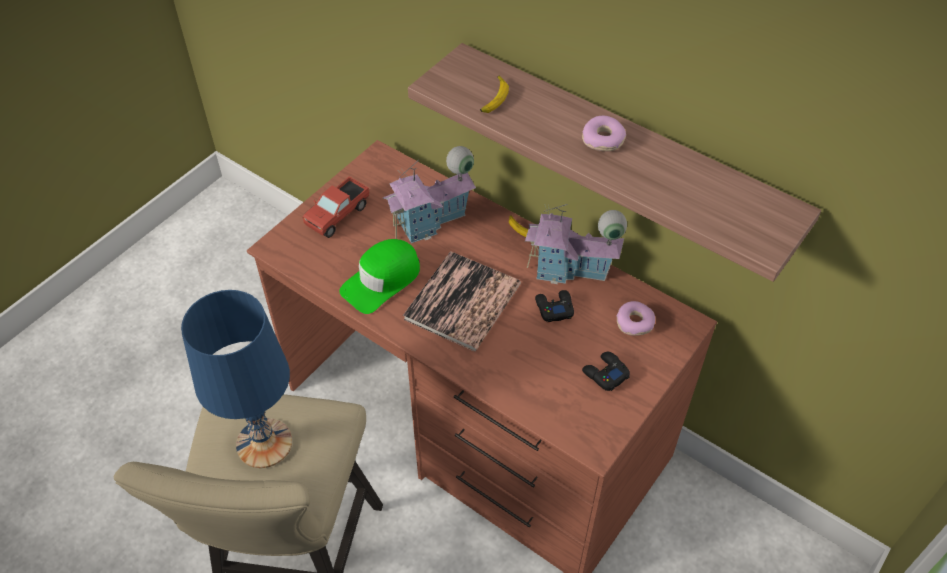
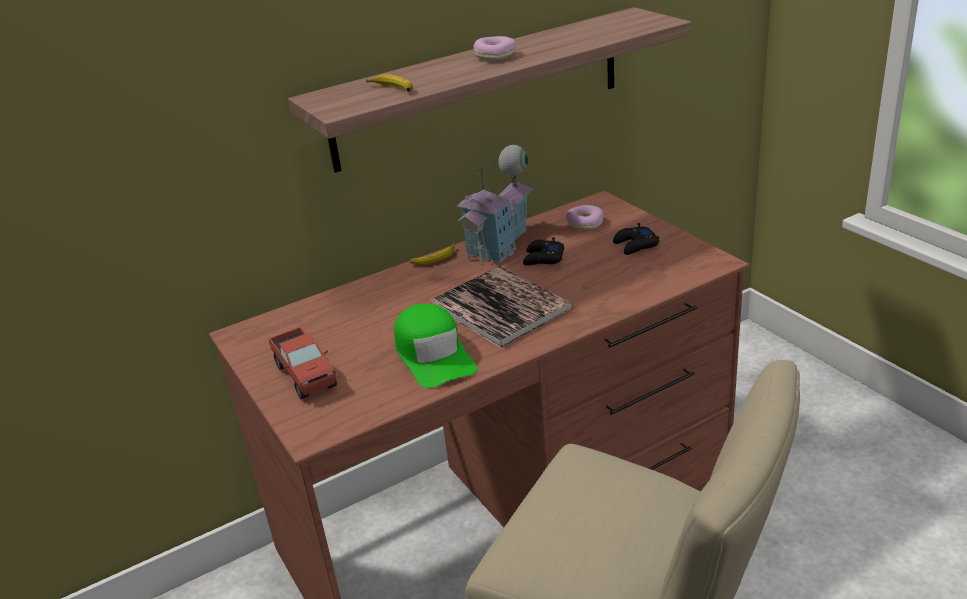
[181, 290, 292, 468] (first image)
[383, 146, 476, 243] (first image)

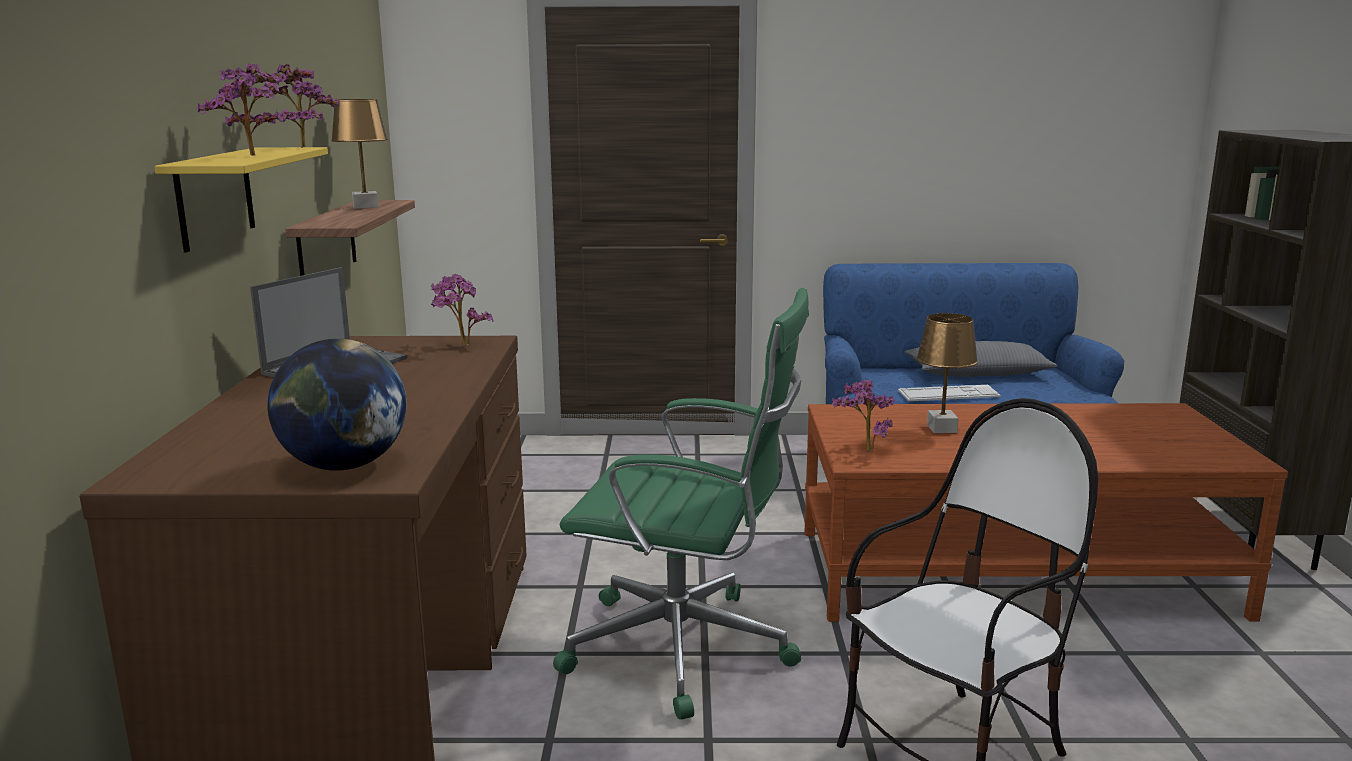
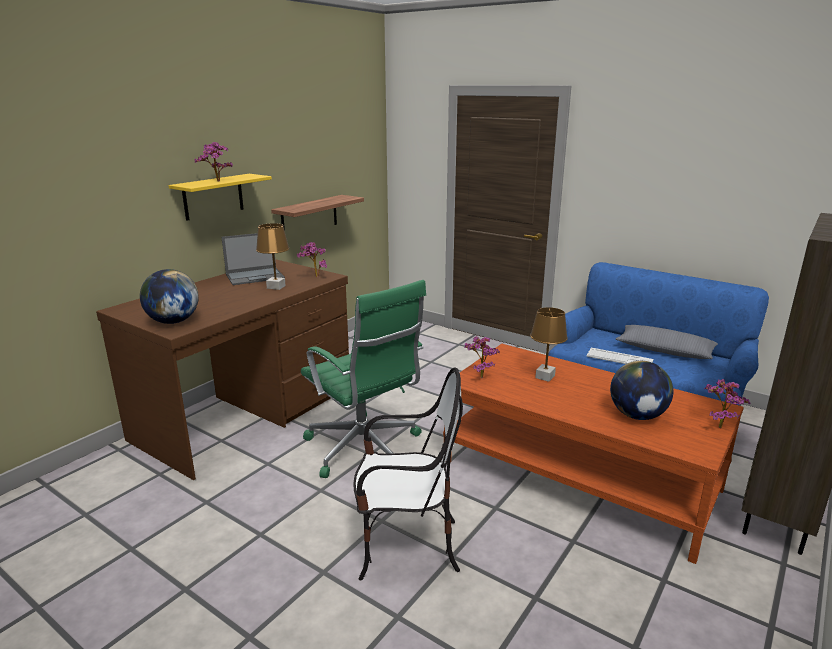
[610, 361, 673, 420]
[704, 379, 750, 428]
[256, 223, 289, 290]

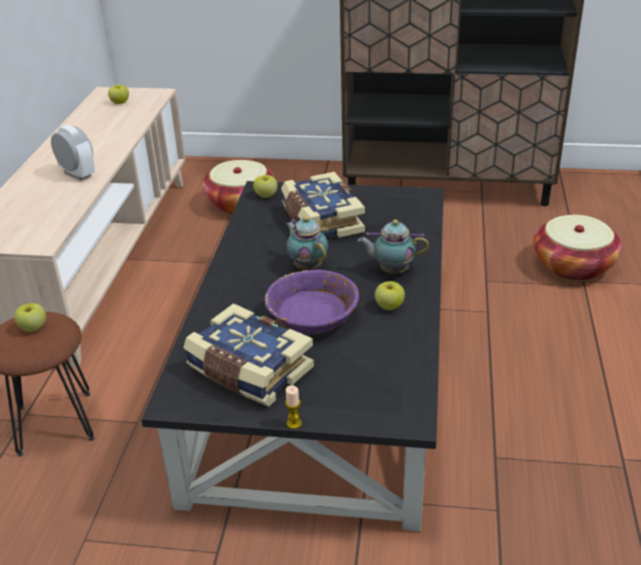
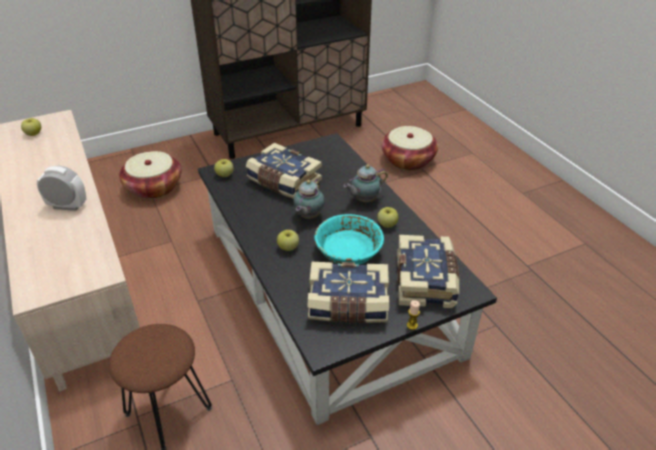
[397, 235, 460, 308]
[277, 230, 299, 251]
[314, 214, 384, 265]
[294, 179, 325, 219]

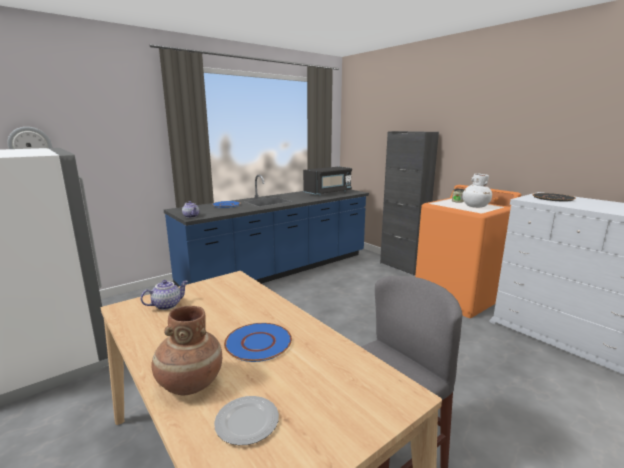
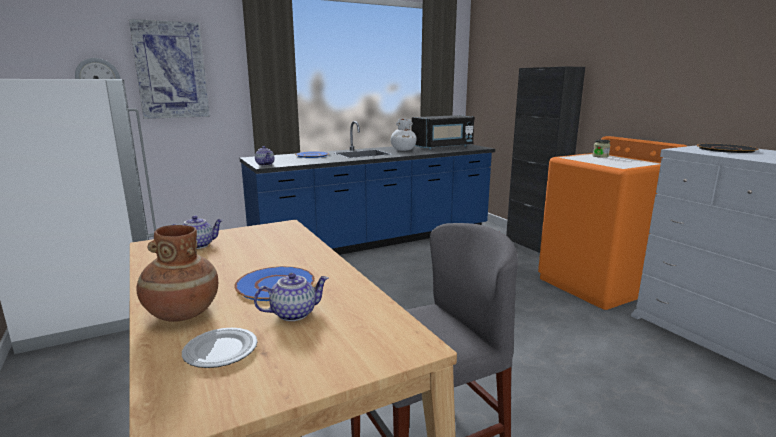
[129, 19, 210, 119]
[254, 273, 328, 321]
[391, 118, 417, 151]

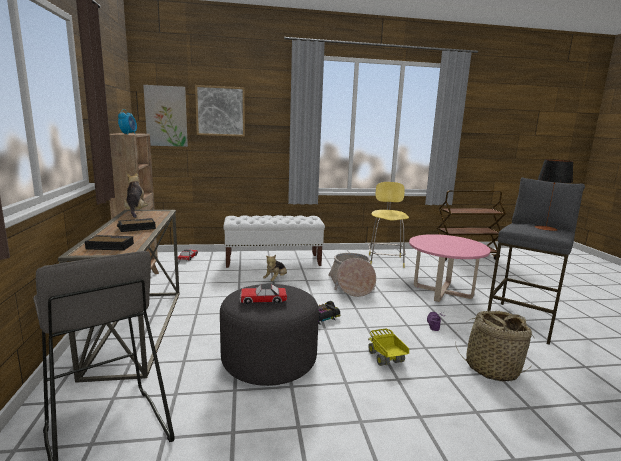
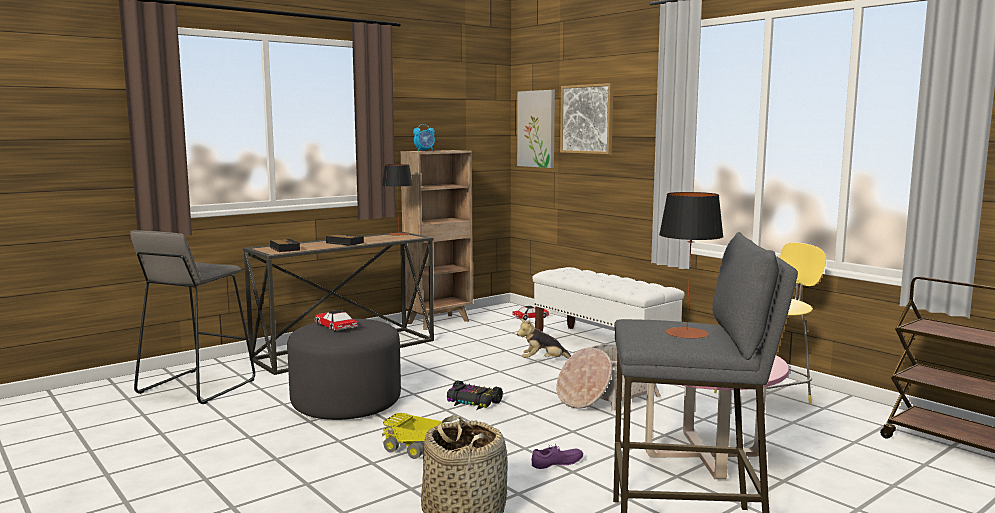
[382, 164, 413, 236]
[382, 413, 445, 459]

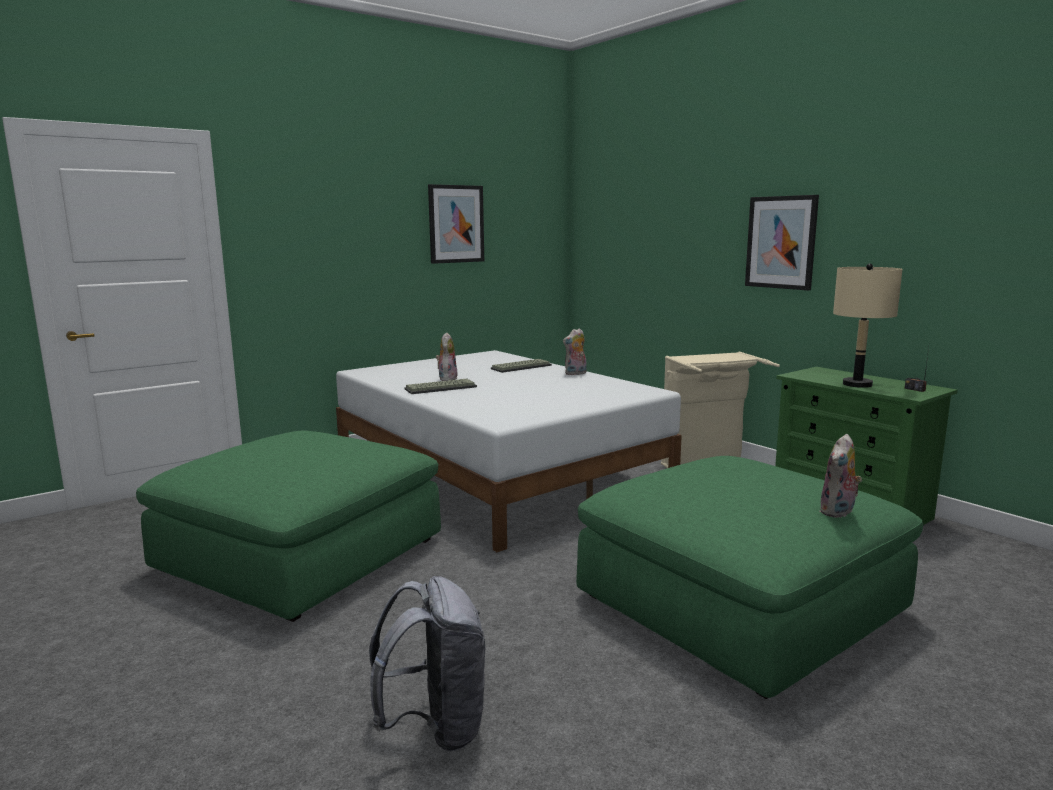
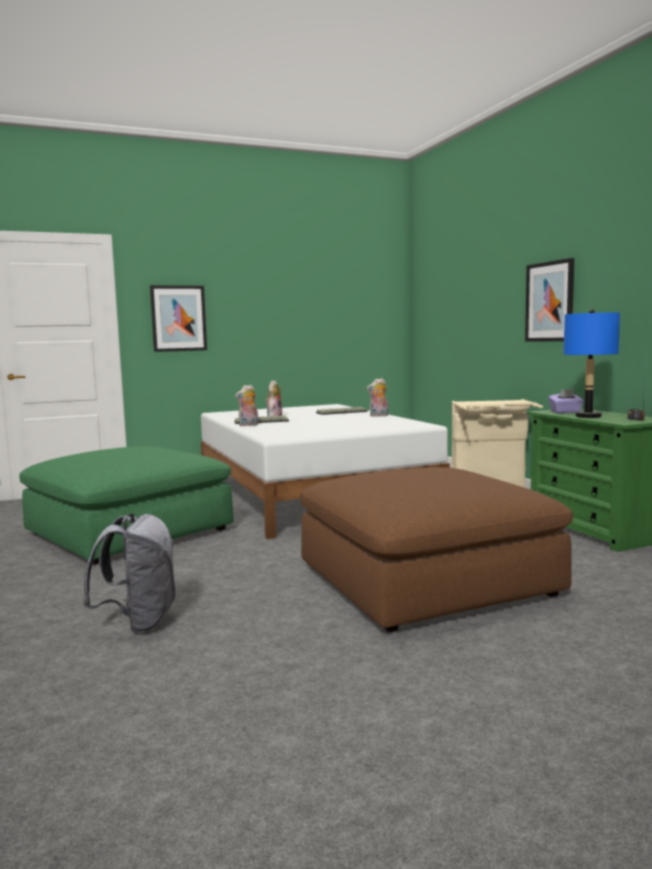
[548, 389, 584, 413]
[150, 285, 207, 352]
[235, 385, 258, 426]
[300, 467, 573, 632]
[563, 309, 620, 418]

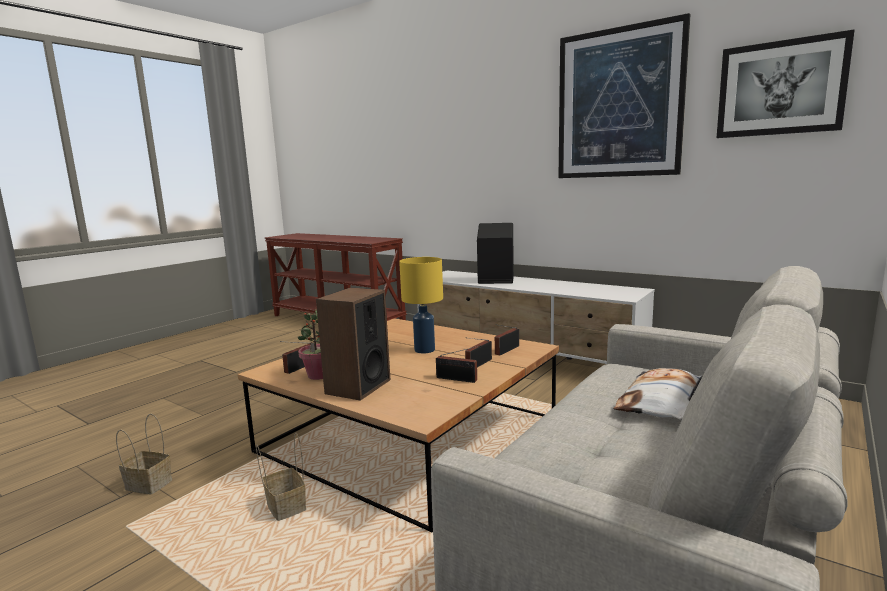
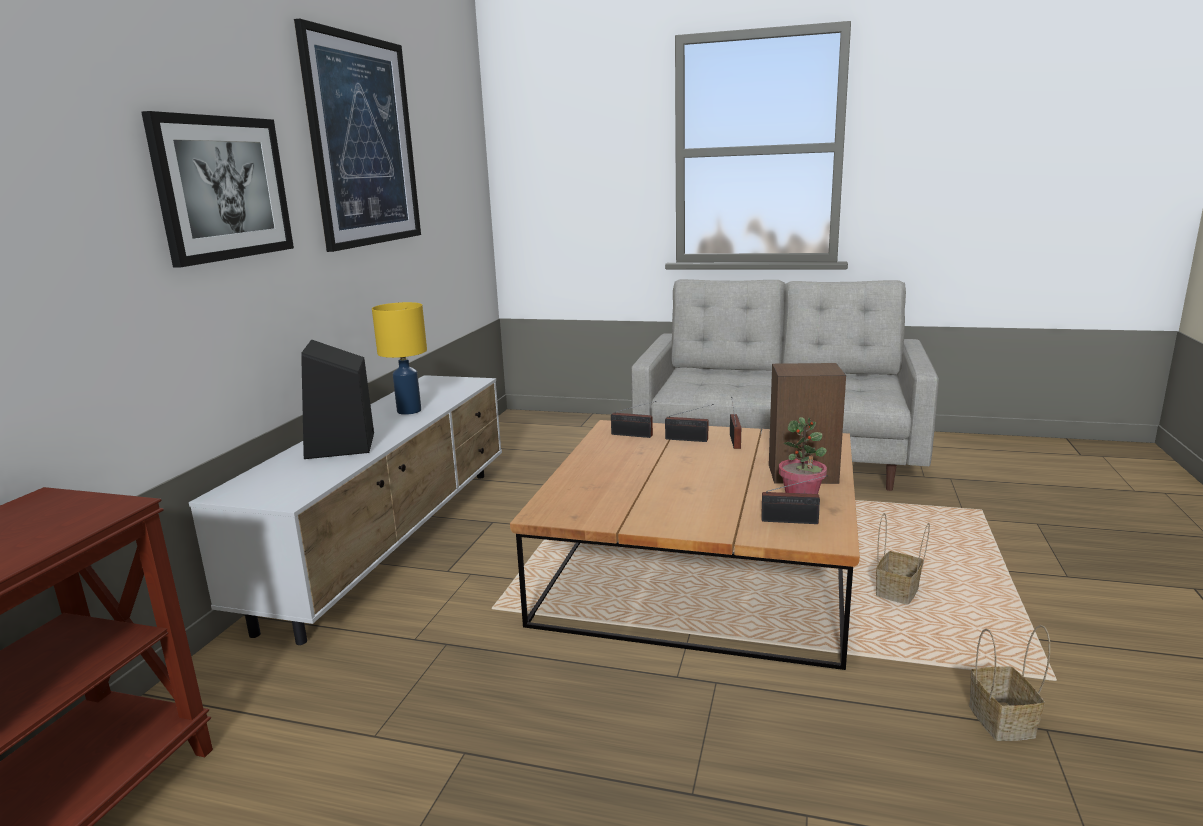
[613, 368, 703, 420] (first image)
[372, 302, 427, 415]
[141, 111, 294, 267]

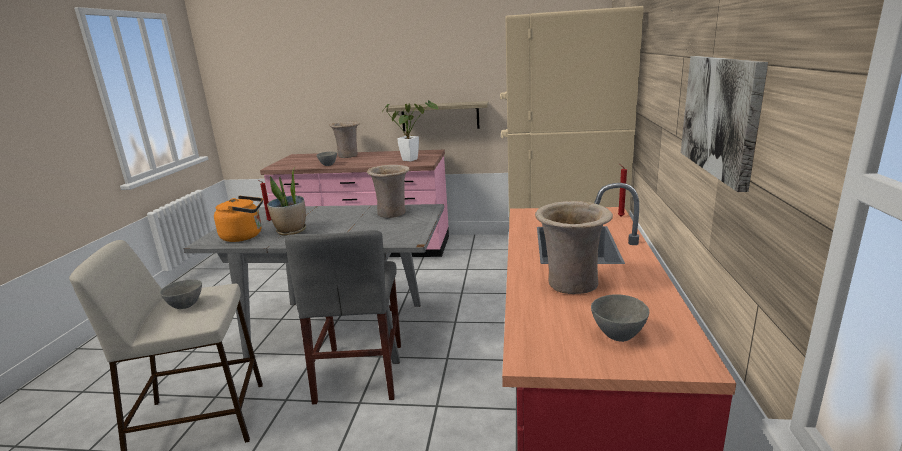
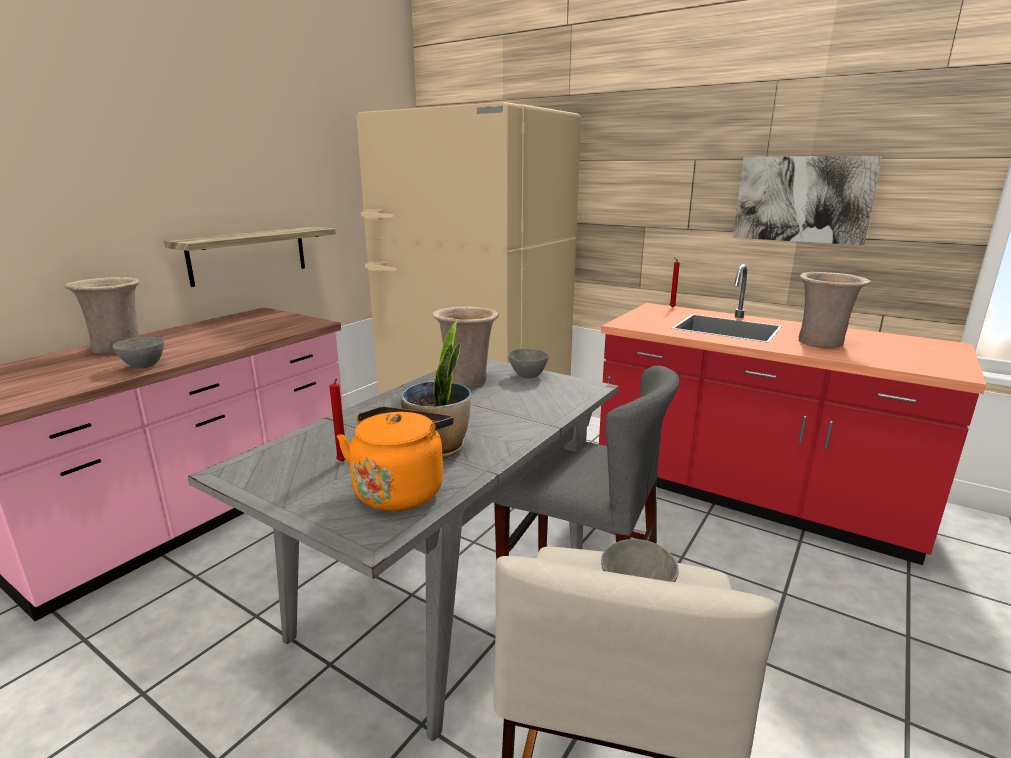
[382, 100, 438, 161] (first image)
[508, 349, 549, 378]

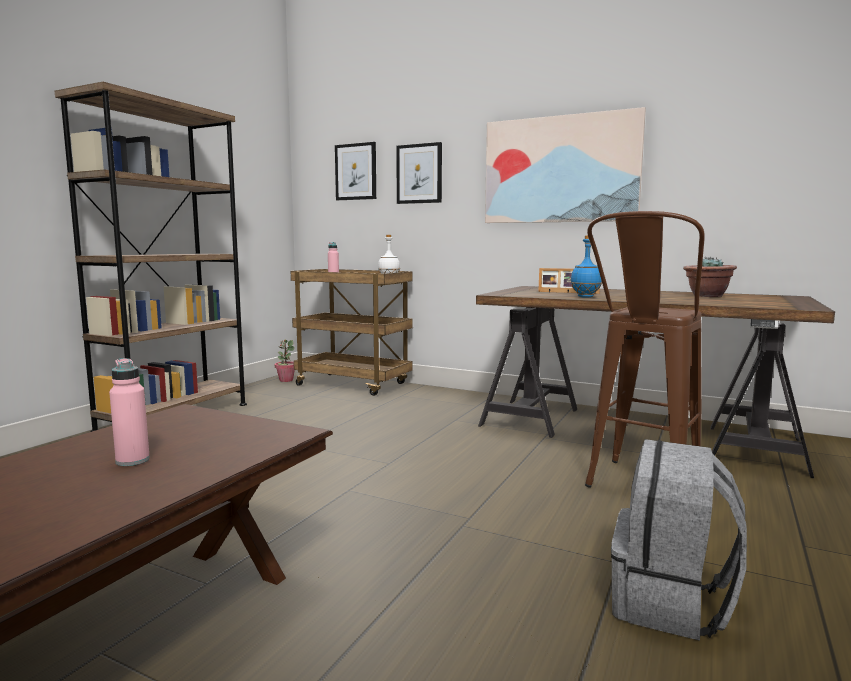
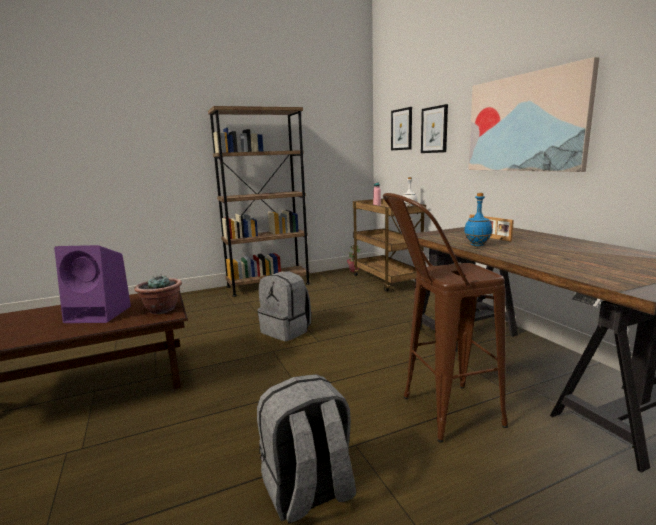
[257, 271, 311, 341]
[134, 274, 182, 314]
[54, 245, 131, 323]

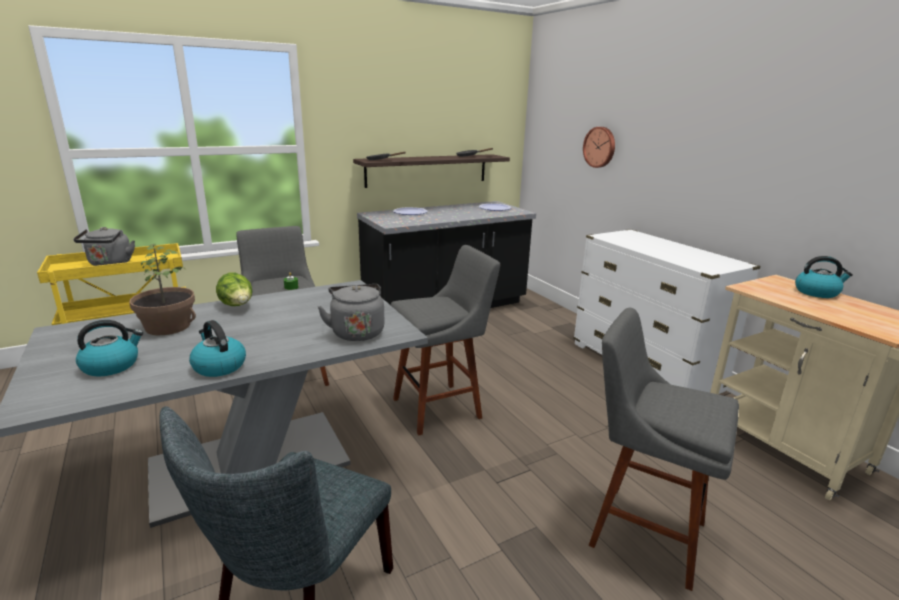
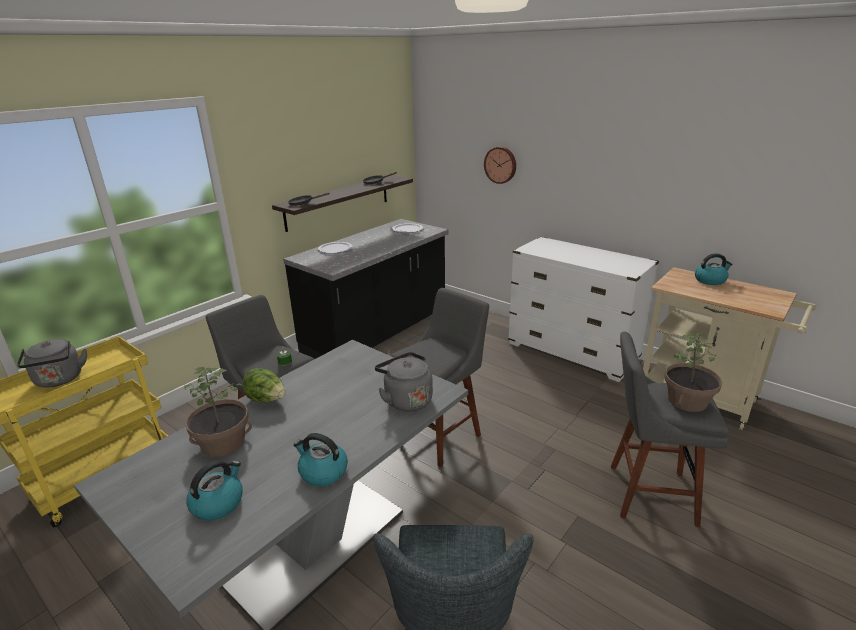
[664, 333, 723, 412]

